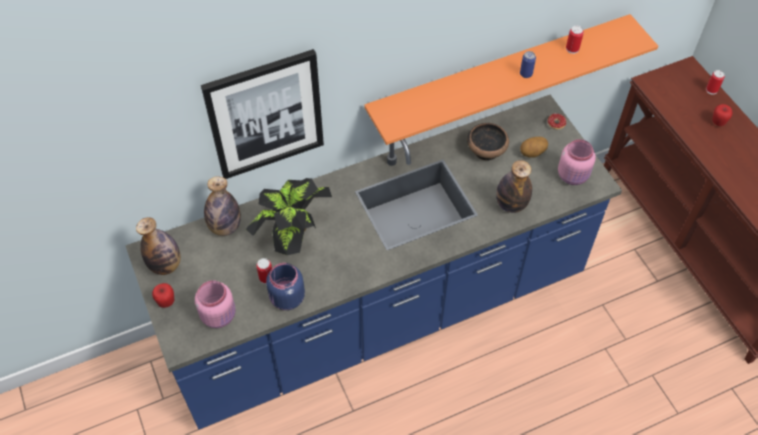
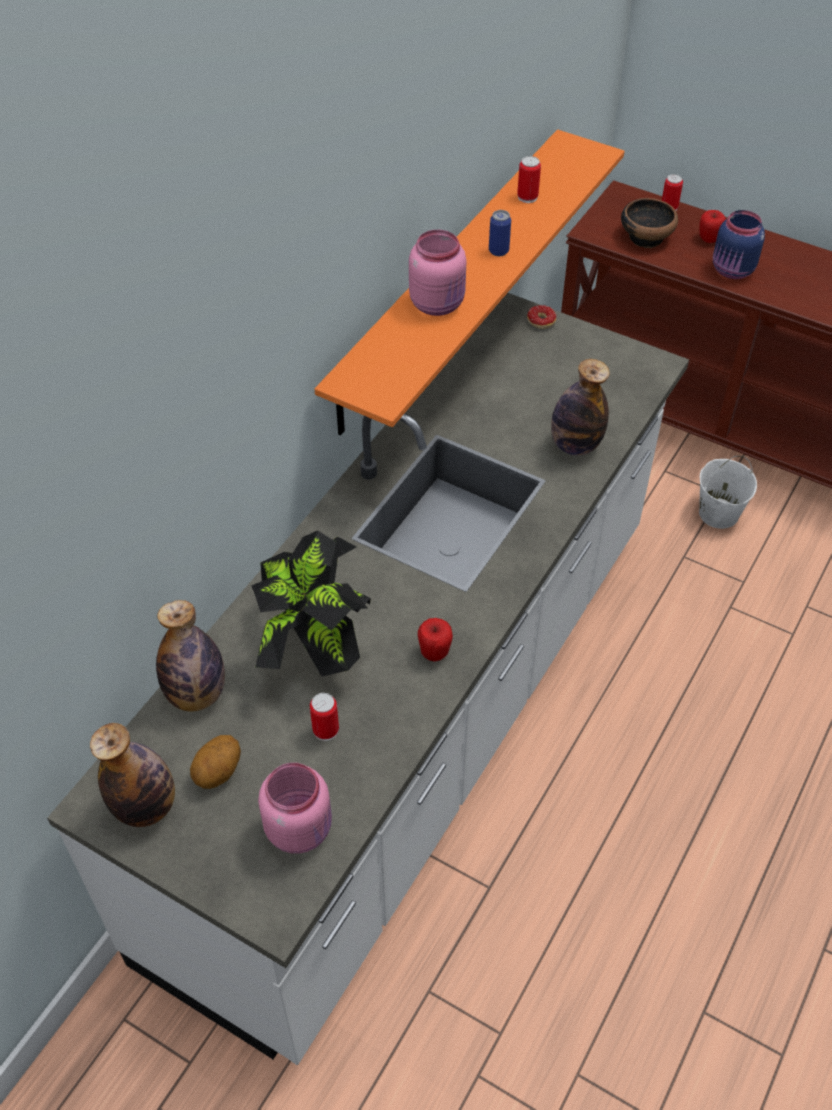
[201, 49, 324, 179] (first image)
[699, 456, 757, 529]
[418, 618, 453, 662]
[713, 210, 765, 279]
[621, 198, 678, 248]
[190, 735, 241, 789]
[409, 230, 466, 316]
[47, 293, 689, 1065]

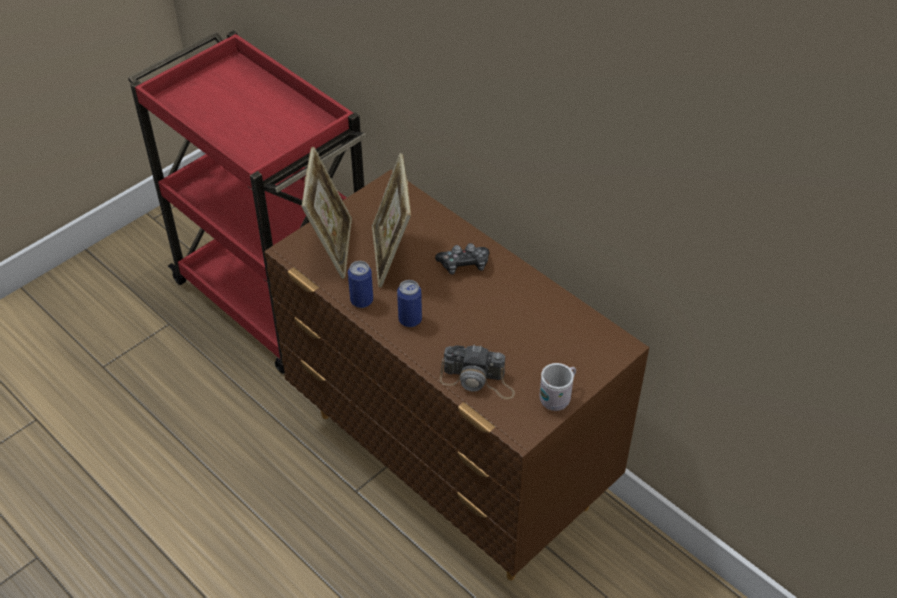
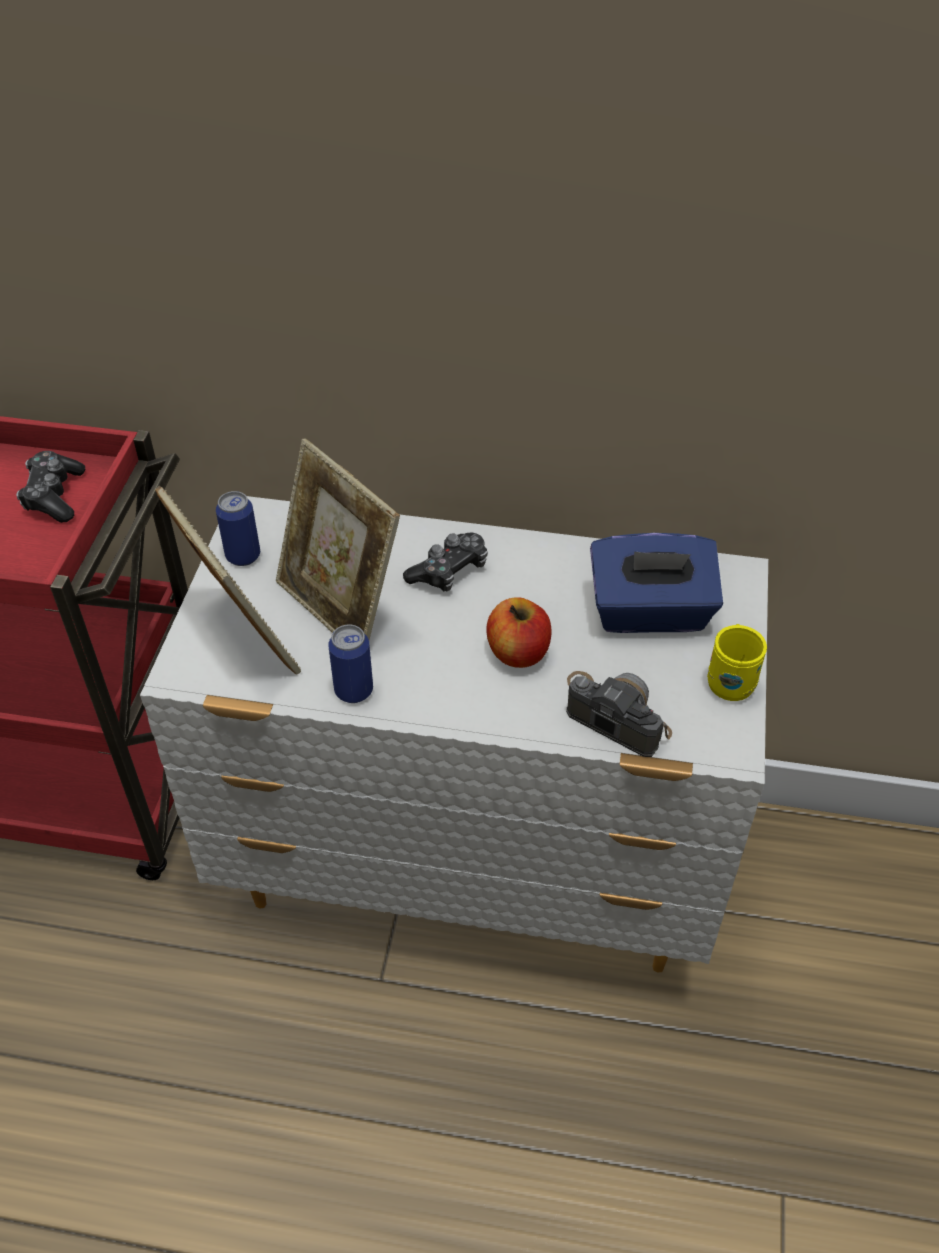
[16, 451, 85, 523]
[486, 597, 551, 668]
[590, 533, 723, 633]
[216, 491, 260, 566]
[140, 496, 768, 973]
[707, 624, 767, 701]
[566, 671, 672, 757]

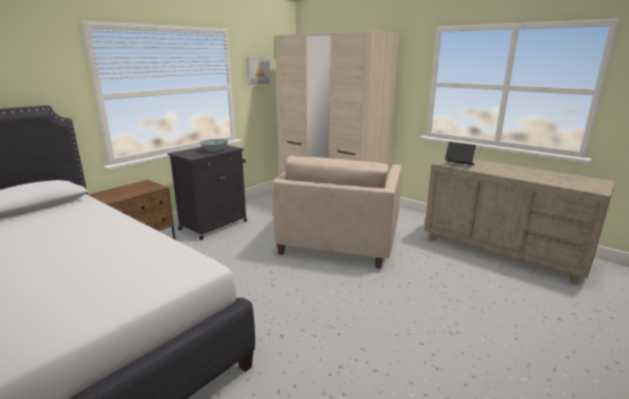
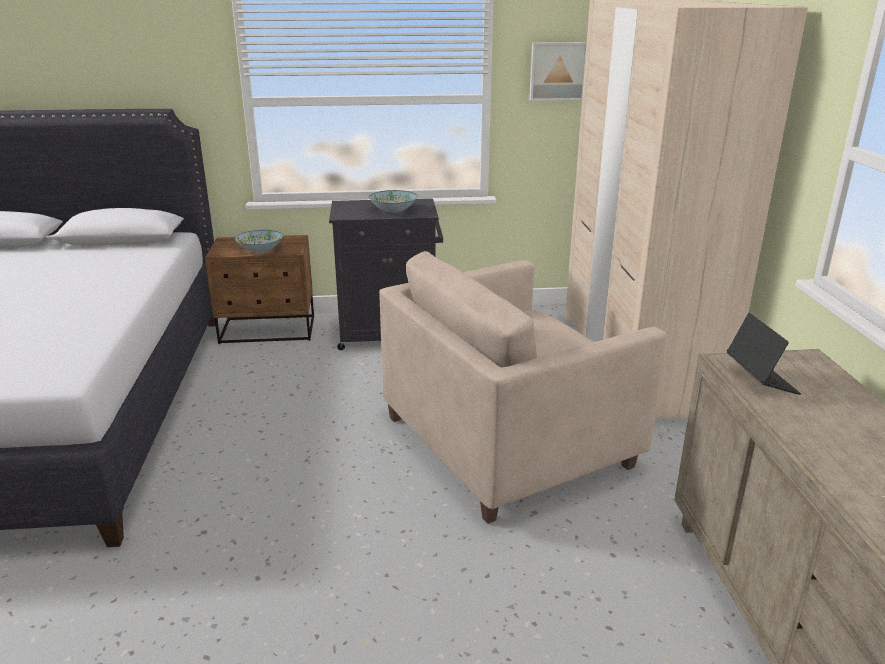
[235, 230, 283, 253]

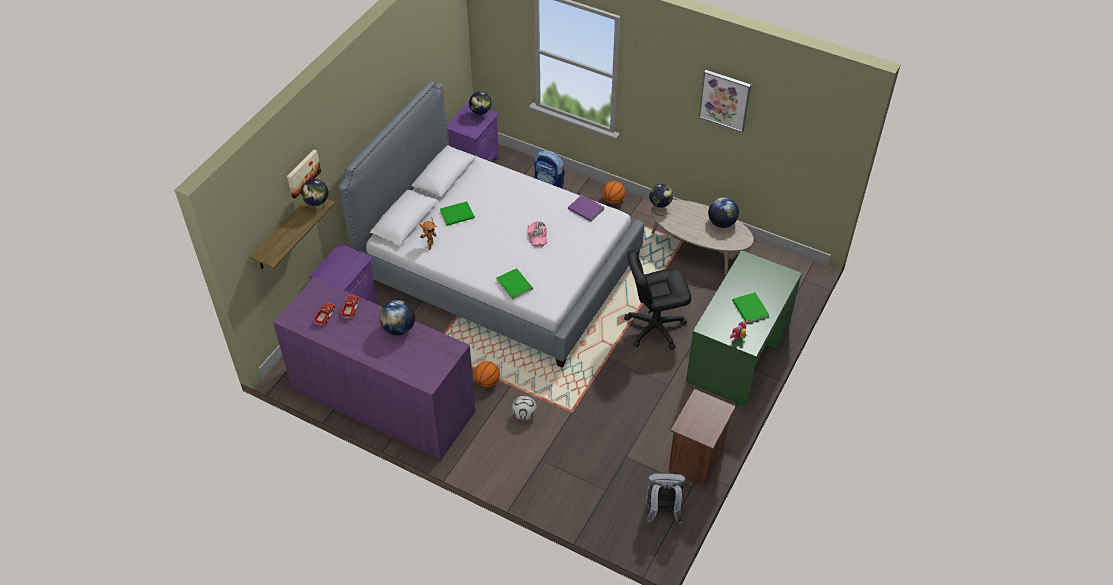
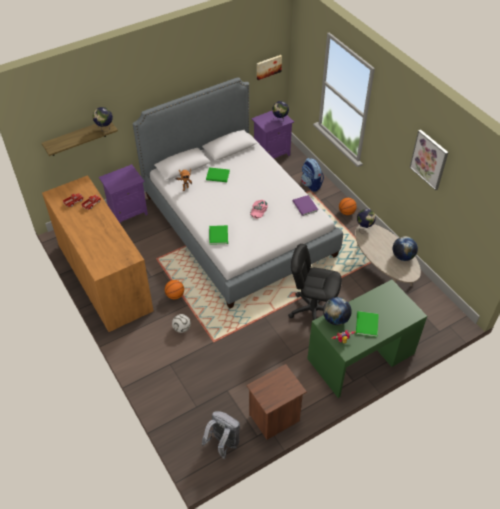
[257, 55, 282, 80]
[323, 297, 352, 325]
[42, 175, 154, 332]

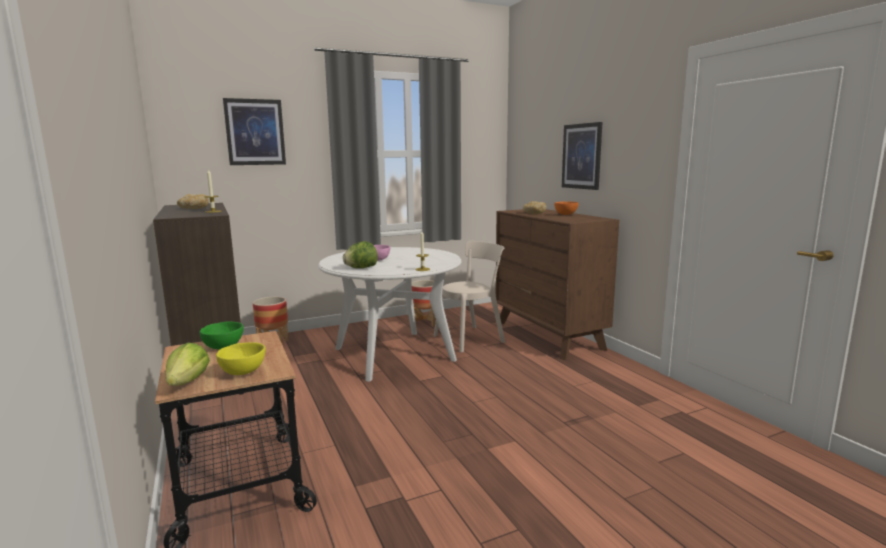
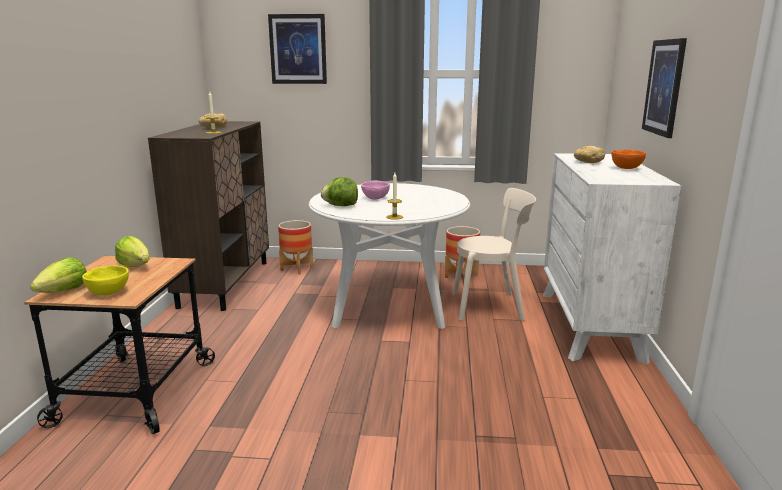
[115, 236, 149, 267]
[543, 153, 681, 365]

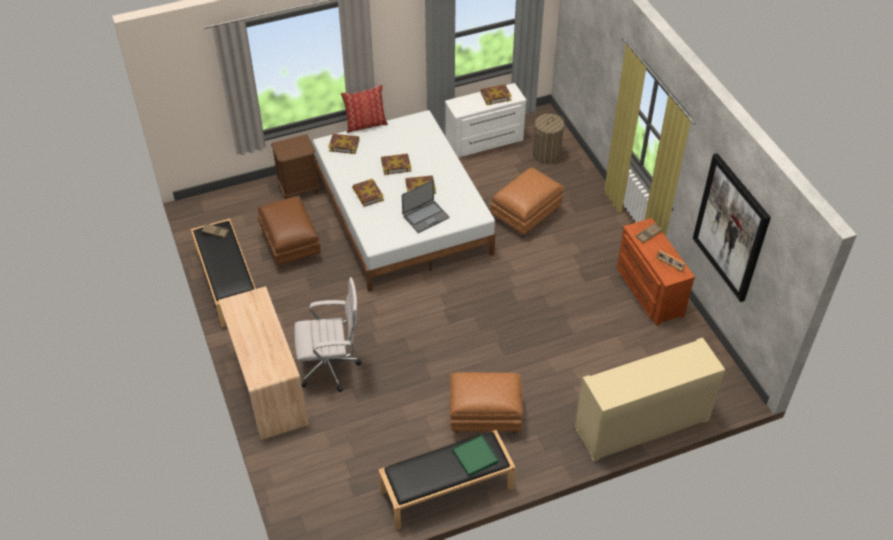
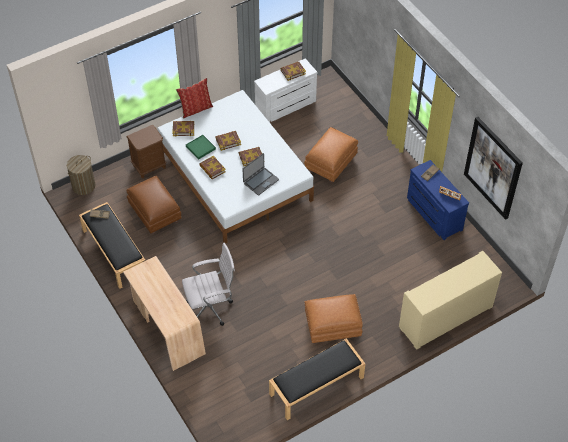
[186, 135, 216, 160]
[67, 155, 96, 195]
[407, 160, 469, 240]

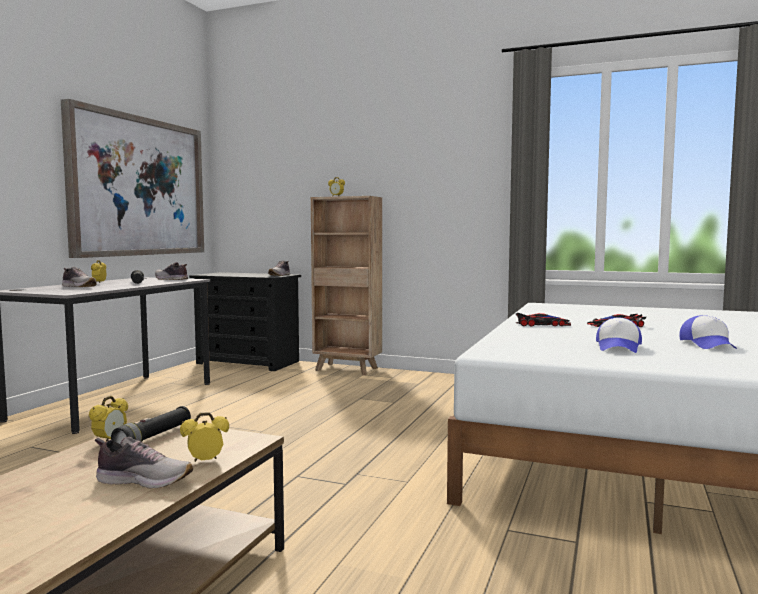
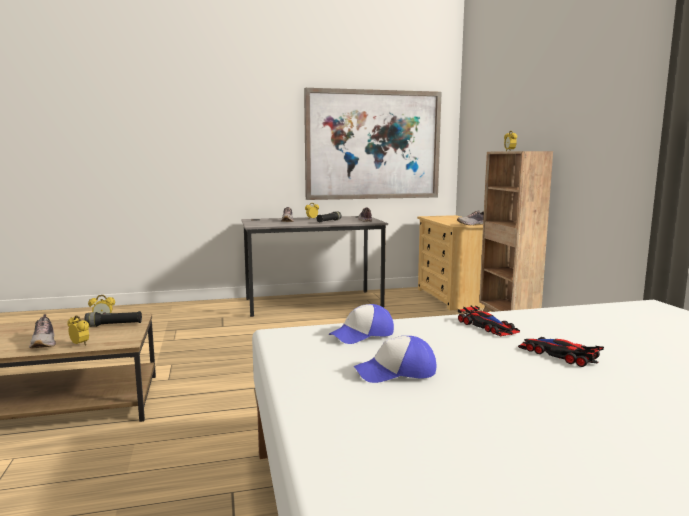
[329, 304, 394, 344]
[417, 215, 485, 310]

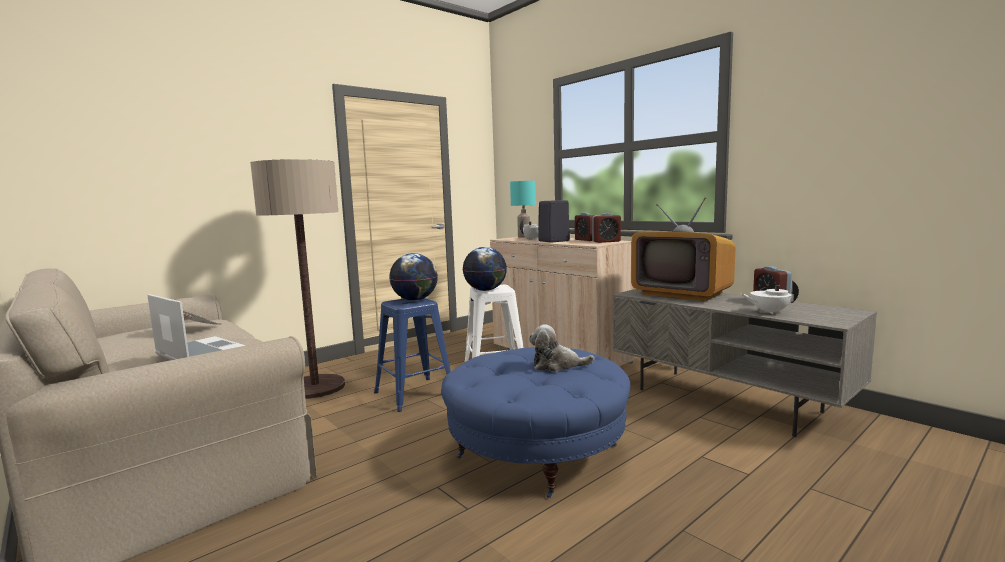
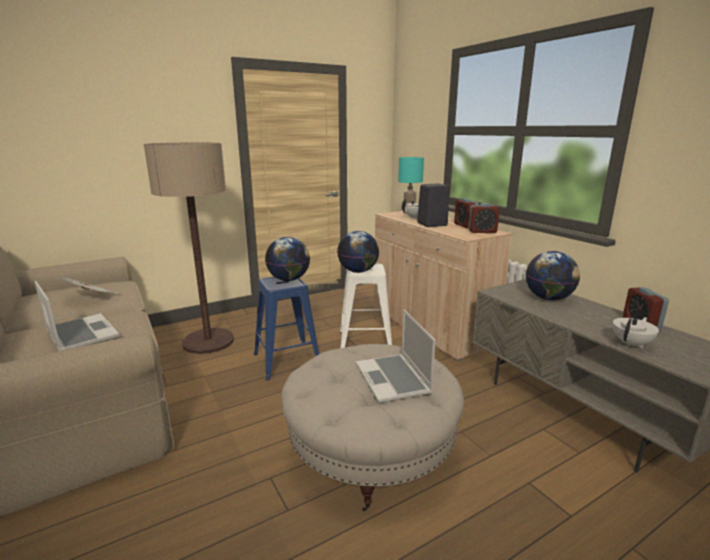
[356, 310, 435, 403]
[526, 251, 580, 300]
[281, 344, 464, 511]
[613, 317, 659, 348]

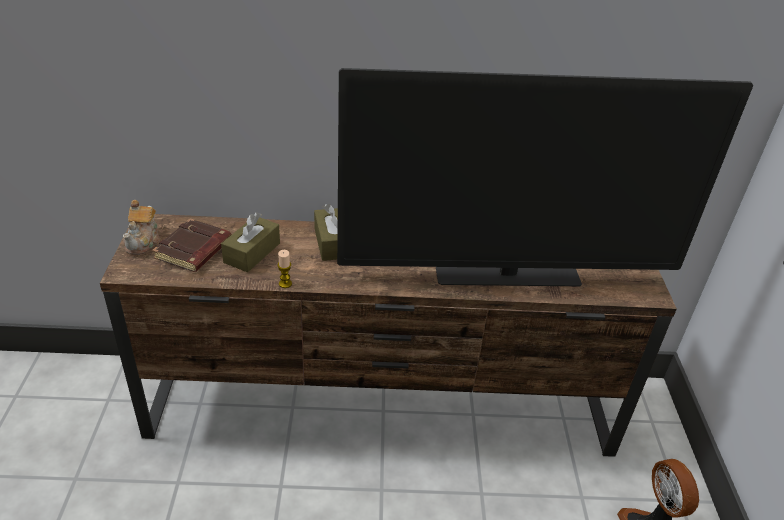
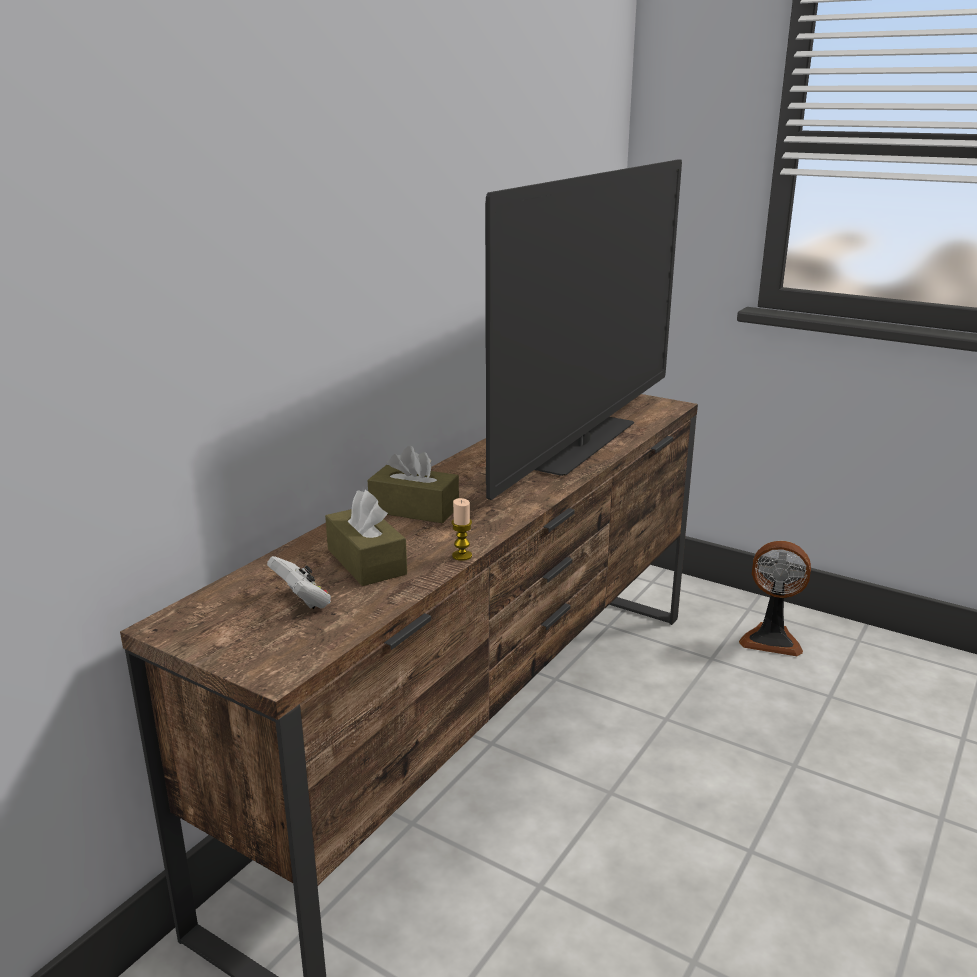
[123, 200, 160, 255] (first image)
[267, 556, 331, 609]

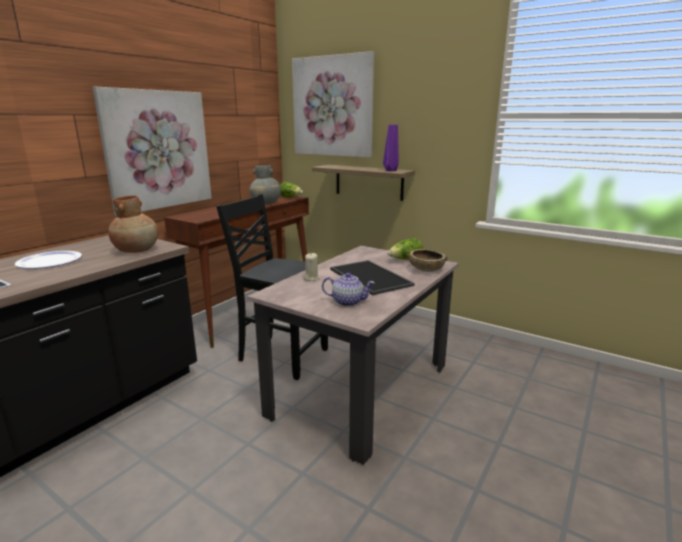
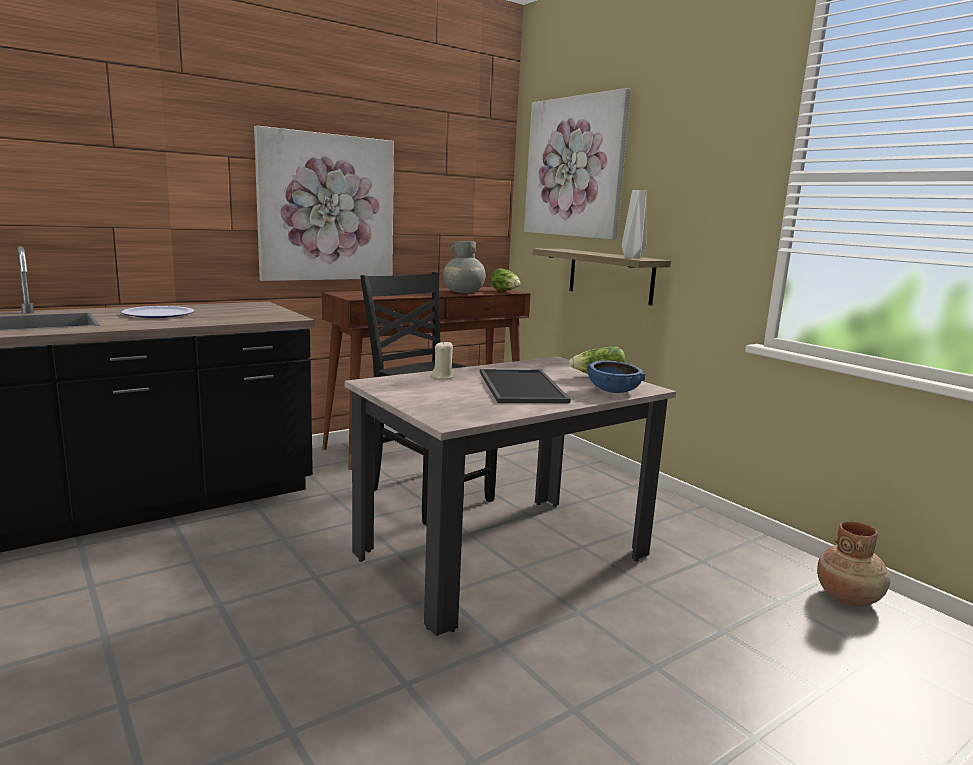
[322, 273, 375, 306] (first image)
[817, 522, 890, 606]
[622, 190, 646, 258]
[587, 360, 645, 393]

